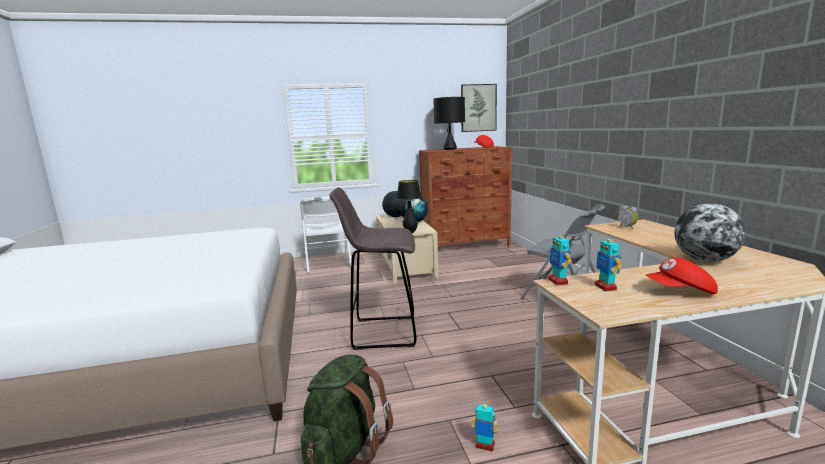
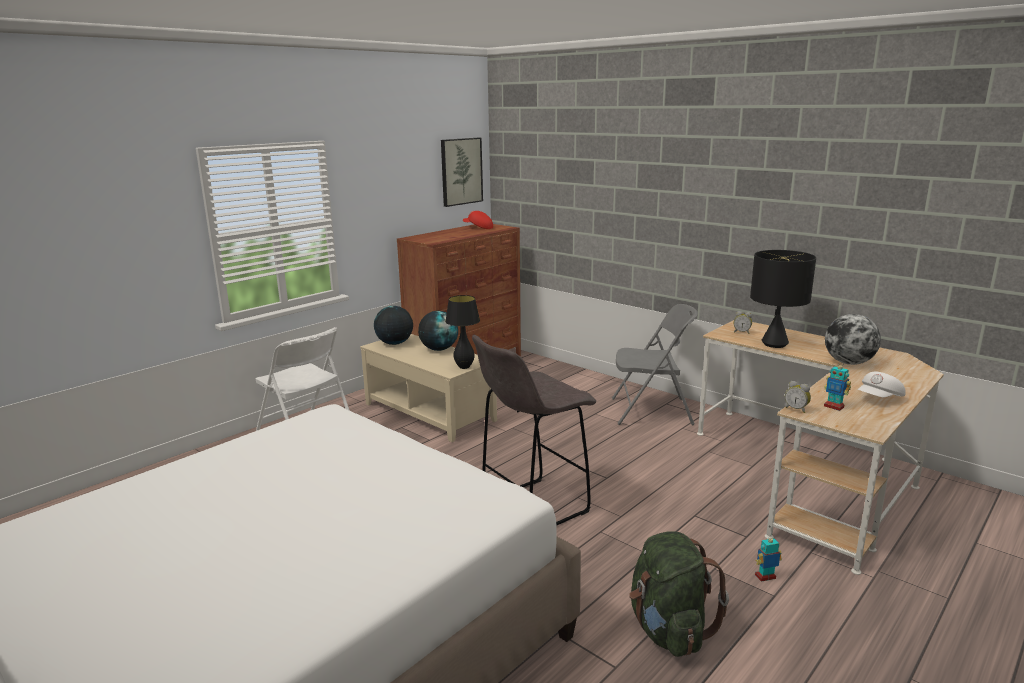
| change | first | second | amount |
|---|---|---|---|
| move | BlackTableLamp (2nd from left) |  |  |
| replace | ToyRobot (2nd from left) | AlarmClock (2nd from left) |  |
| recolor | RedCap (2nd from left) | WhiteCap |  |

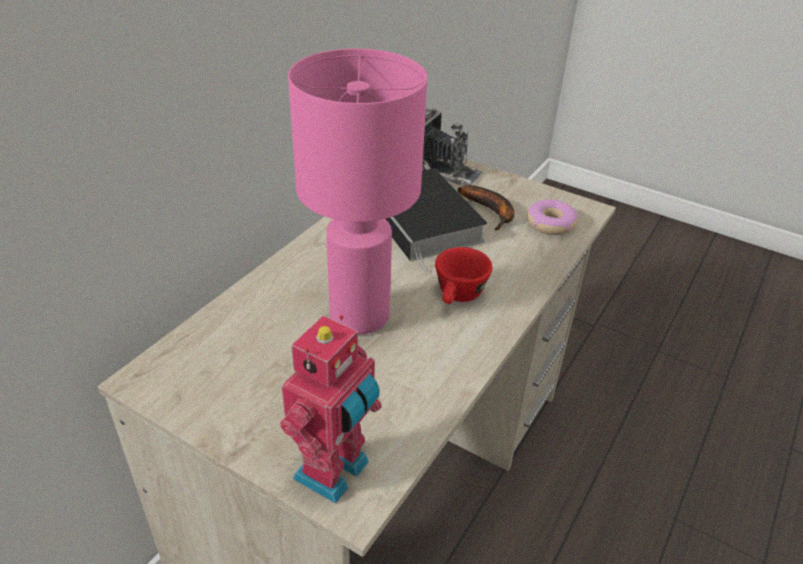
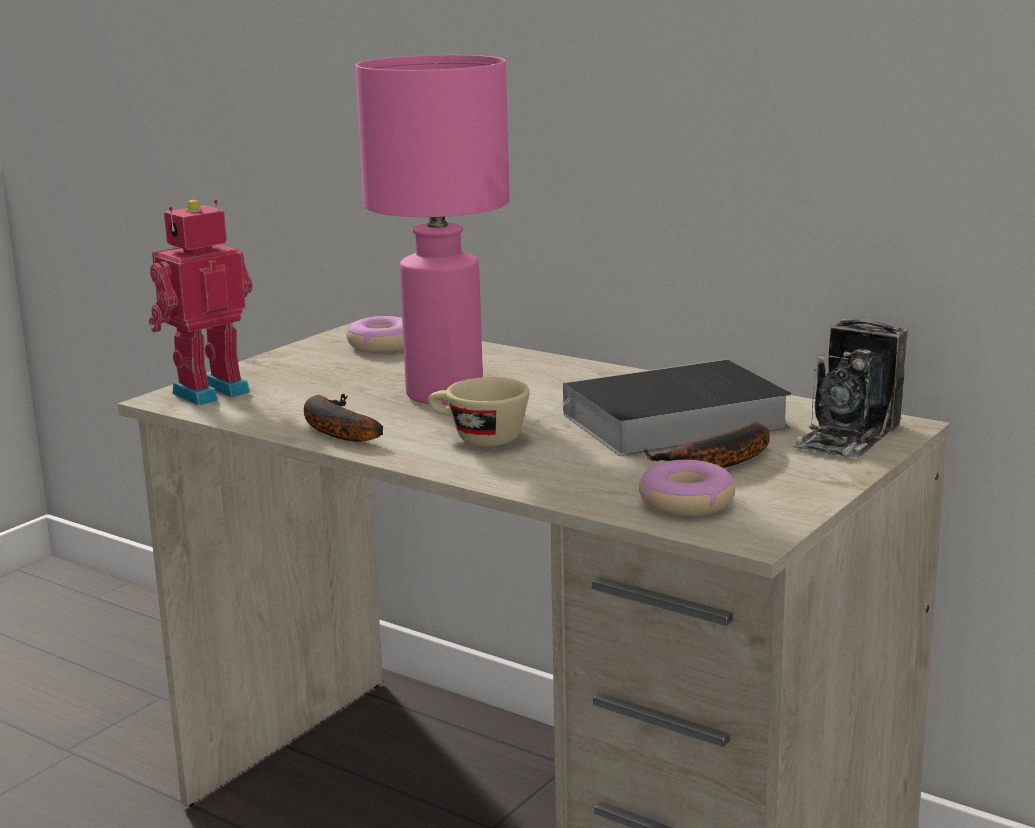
| change | first | second | amount |
|---|---|---|---|
| rotate | ToyRobot |  | 105 degrees clockwise |
| insert |  | Banana (1st from left) |  |
| insert |  | Donut (1st from left) |  |
| recolor | RedCup | BeigeCup |  |

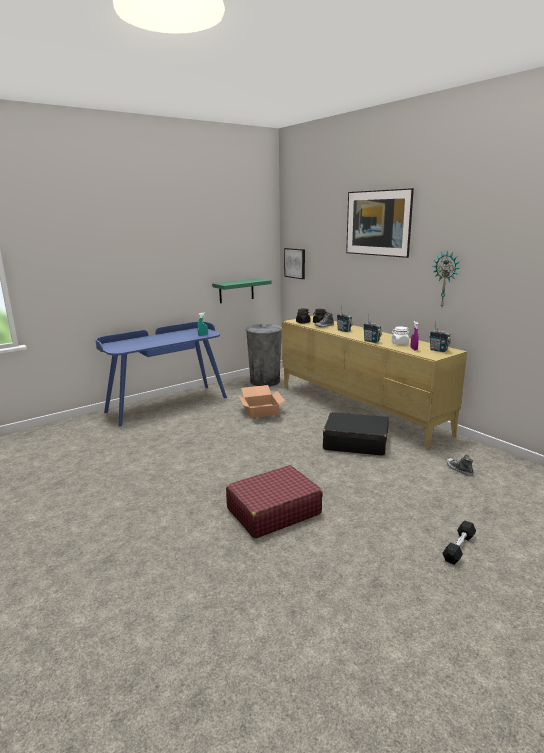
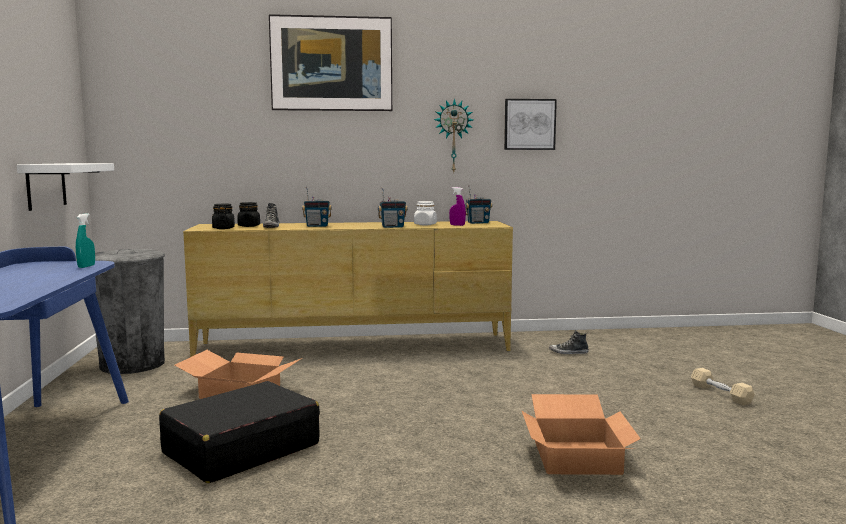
| change | first | second | amount |
|---|---|---|---|
| recolor | GreenShelf | WhiteShelf |  |
| move | BlackSuitcase |  |  |
| move | Picture (1st from left in the first image) | Picture (2nd from left) |  |
| replace | RedSuitcase | CardboardBox (2nd from left) |  |
| recolor | BlackDumbbell | BeigeDumbbell |  |

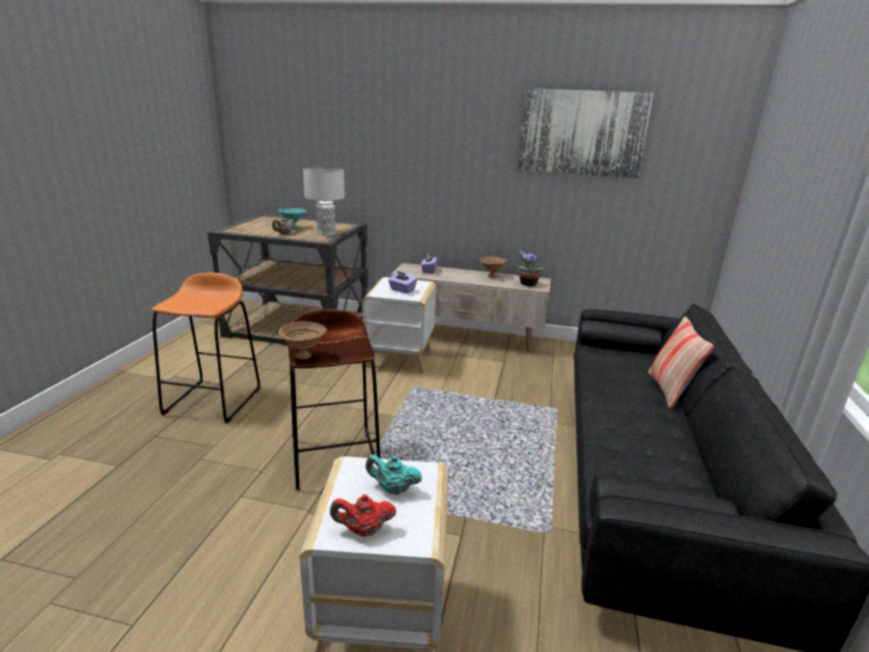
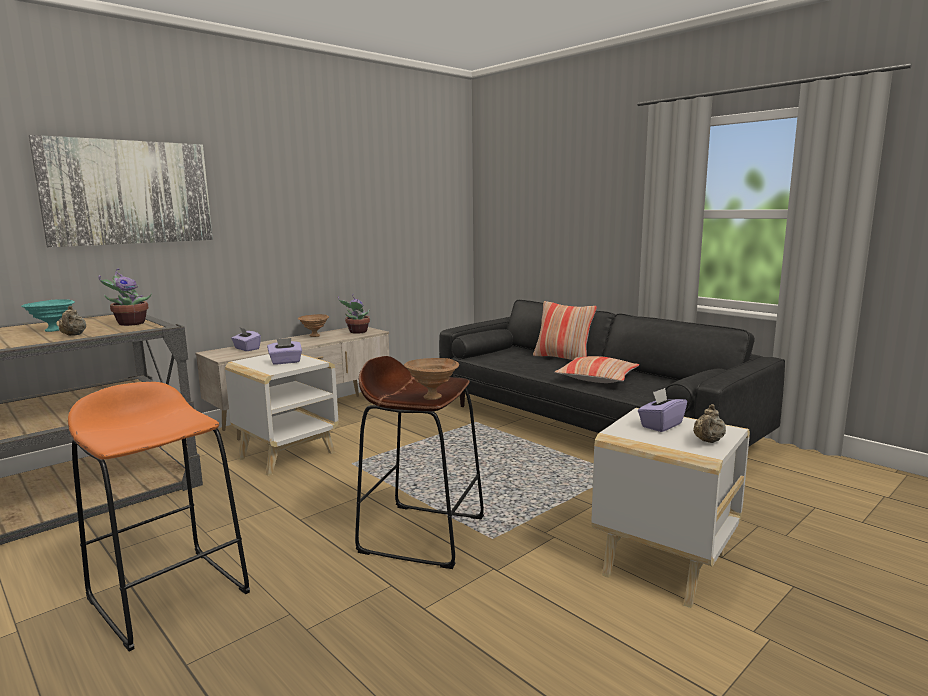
| change | first | second | amount |
|---|---|---|---|
| move | Picture |  |  |
| replace | WhiteTableLamp | PottedPlant (1st from left) |  |
| insert |  | Pillow (2nd from left) |  |
| replace | TurquoiseTeapot | PurpleTissueBox (3rd from left) |  |
| recolor | RedTeapot | BeigeTeapot (2nd from left) |  |

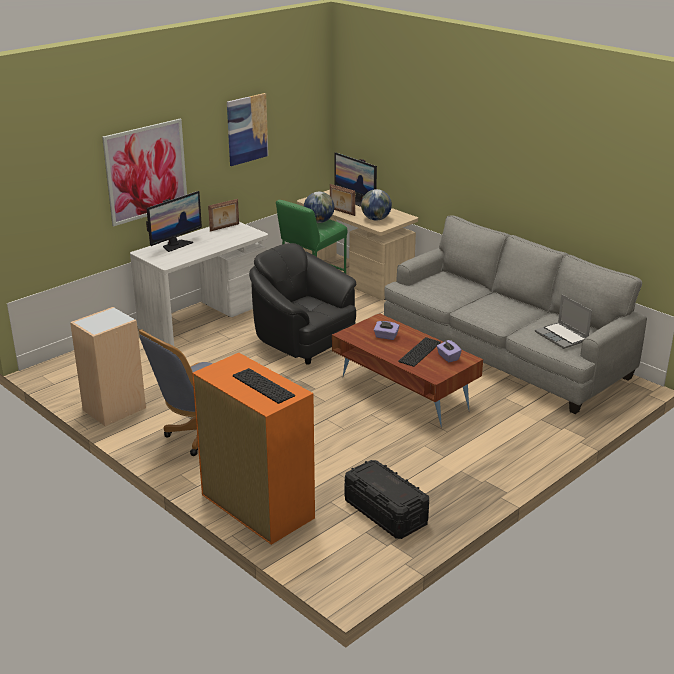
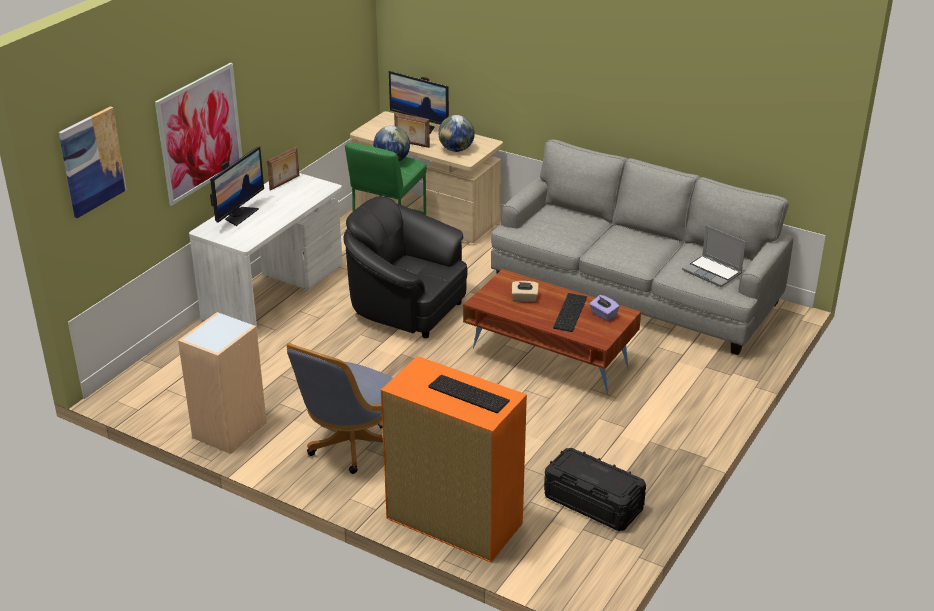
| change | first | second | amount |
|---|---|---|---|
| move | Picture (2nd from left in the first image) | Picture (1st from left) |  |
| recolor | PurpleTissueBox (1st from left) | BeigeTissueBox |  |

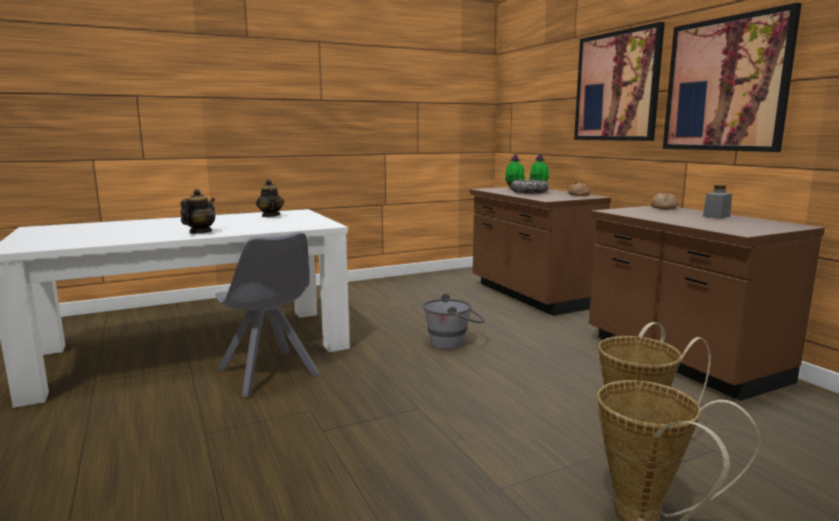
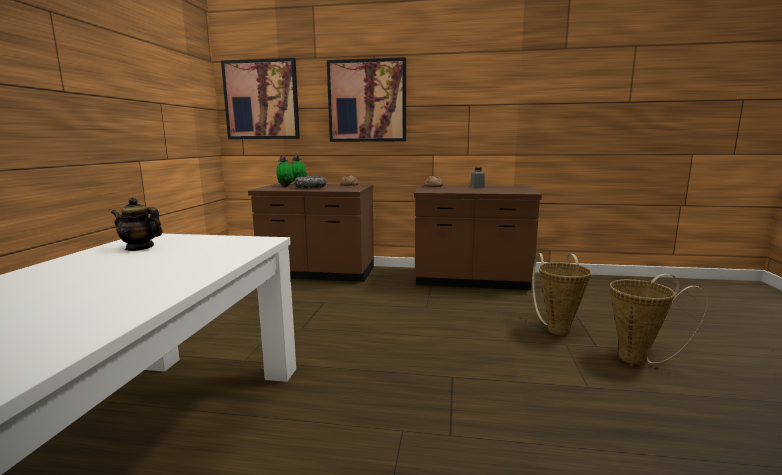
| change | first | second | amount |
|---|---|---|---|
| move | Picture (2nd from left in the first image) | Picture (1st from left) |  |
| delete | Teapot (1st from left) |  |  |
| delete | GreyChair |  |  |
| delete | GreyBucket |  |  |

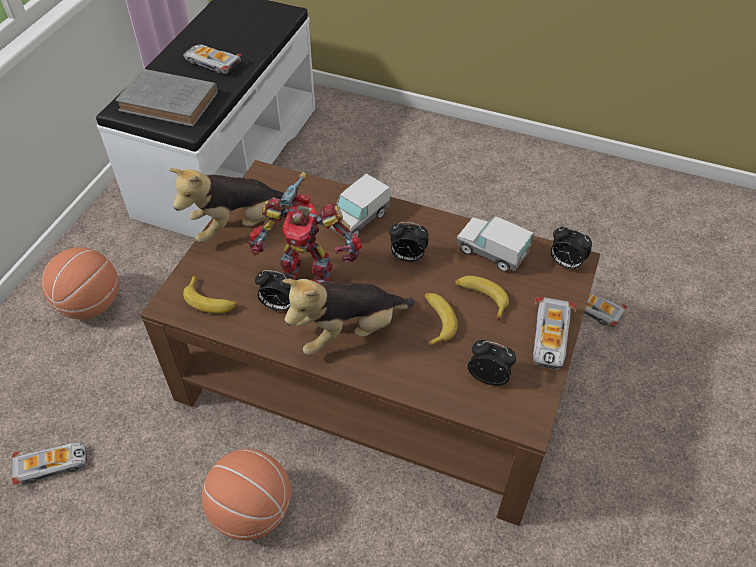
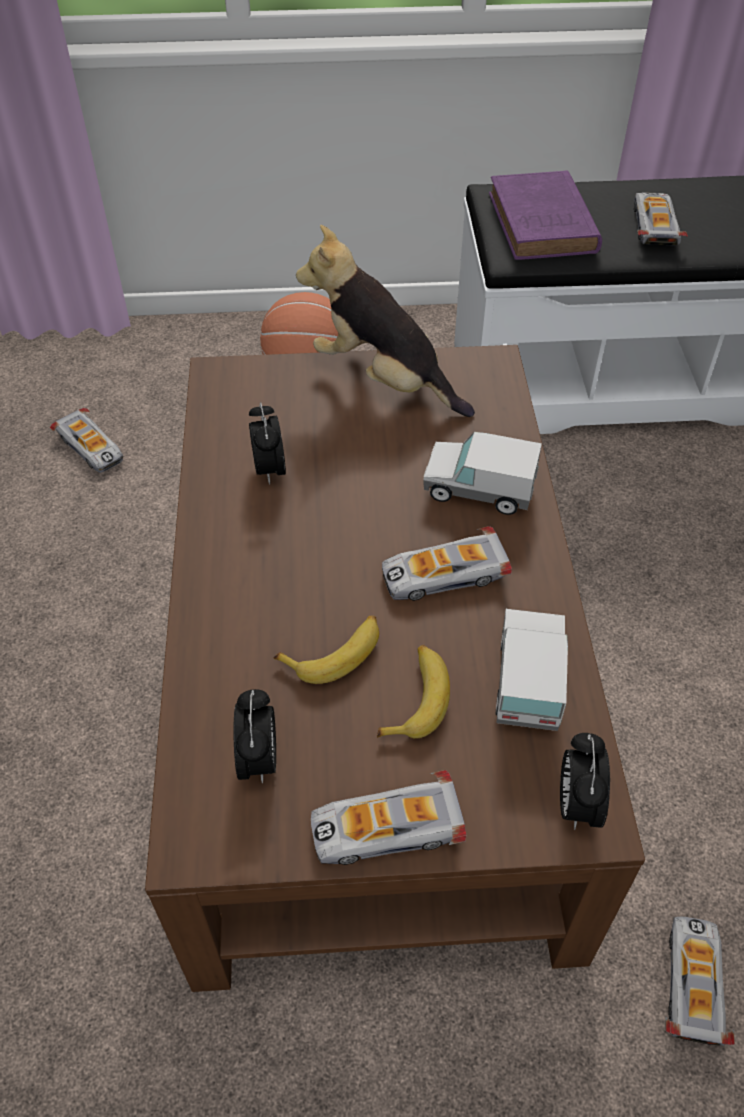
| change | first | second | amount |
|---|---|---|---|
| replace | AlarmClock (2nd from left) | ToyCar (3rd from left) |  |
| recolor | GreyBook | PurpleBook |  |
| delete | Banana (1st from left) |  |  |
| delete | Basketball (2nd from left) |  |  |
| delete | ToyRobot |  |  |
| delete | PlushToy (2nd from left) |  |  |

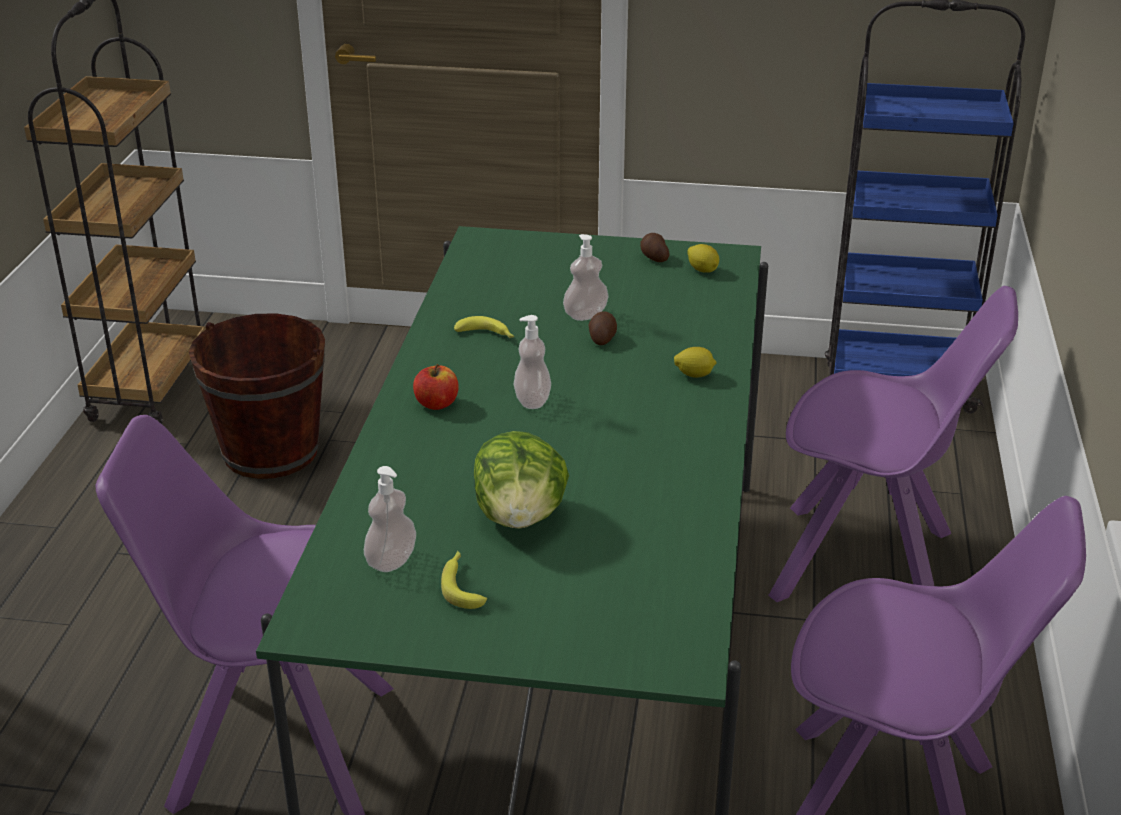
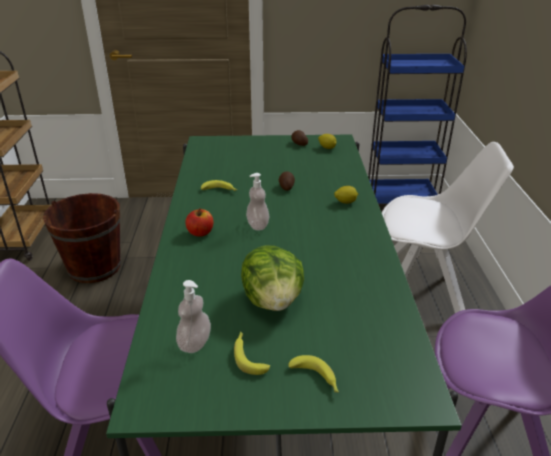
| change | first | second | amount |
|---|---|---|---|
| insert |  | Banana (3rd from left) |  |
| recolor | PurpleChair (2nd from left) | WhiteChair |  |
| delete | SoapDispenser (3rd from left) |  |  |

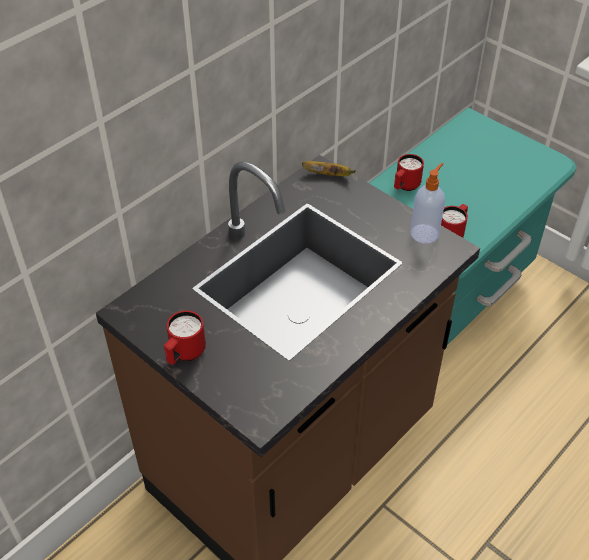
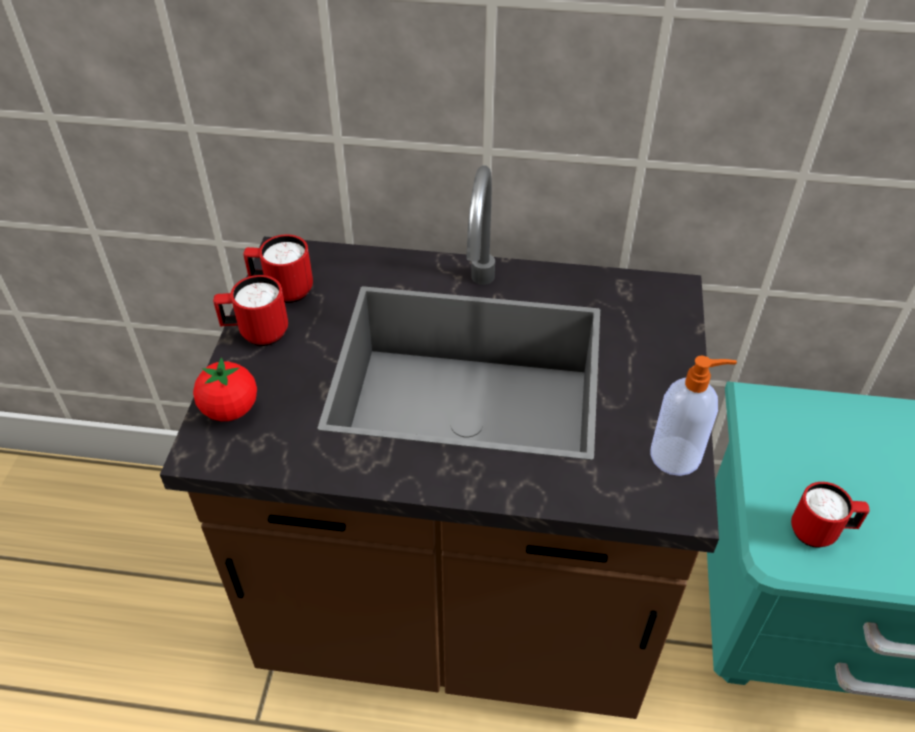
| change | first | second | amount |
|---|---|---|---|
| insert |  | Tomato |  |
| move | RedMug (2nd from left) |  |  |
| delete | Banana |  |  |

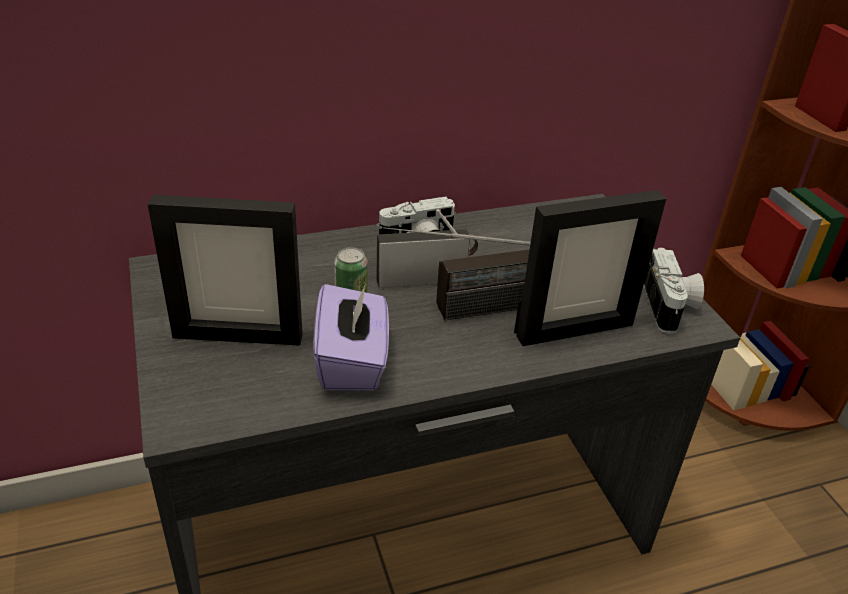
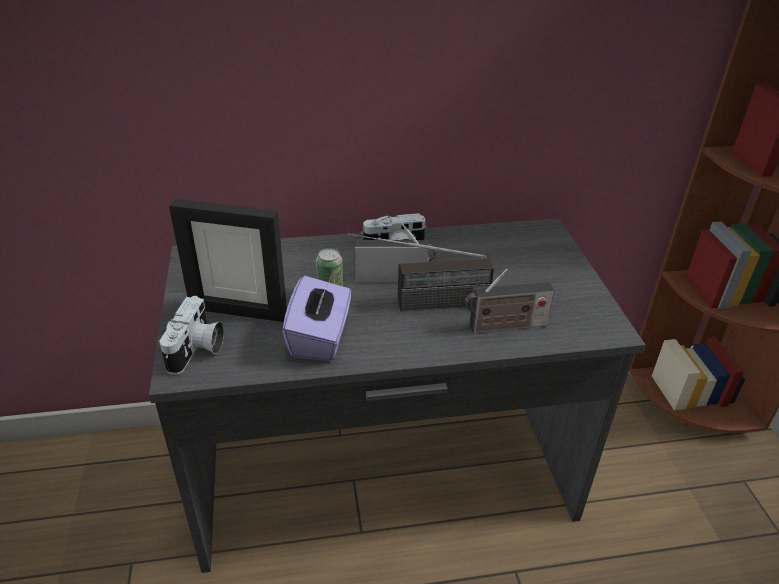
| change | first | second | amount |
|---|---|---|---|
| move | PhotoCamera (2nd from left in the first image) | PhotoCamera (1st from left) |  |
| replace | PictureFrame (2nd from left) | Radio (3rd from left) |  |

